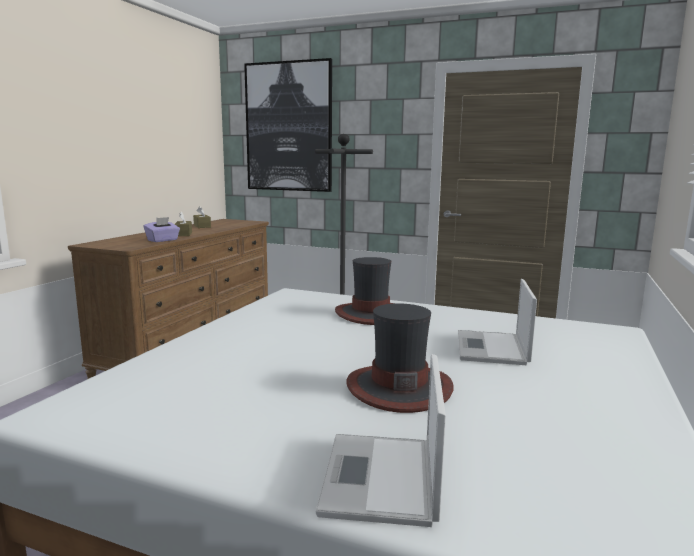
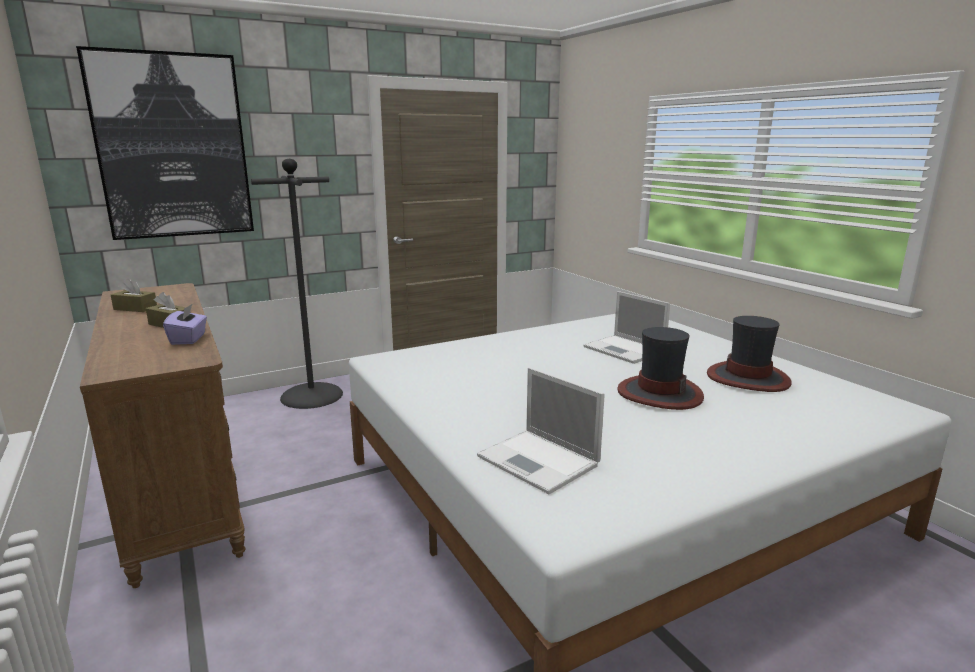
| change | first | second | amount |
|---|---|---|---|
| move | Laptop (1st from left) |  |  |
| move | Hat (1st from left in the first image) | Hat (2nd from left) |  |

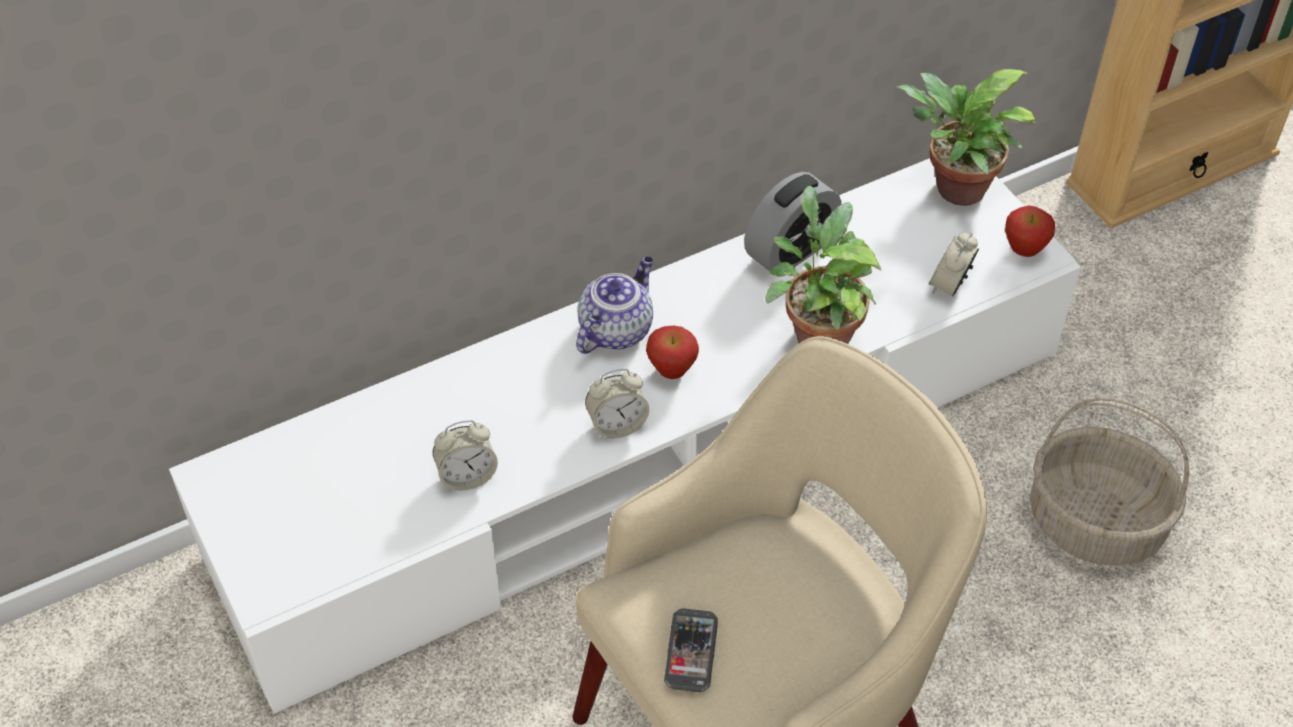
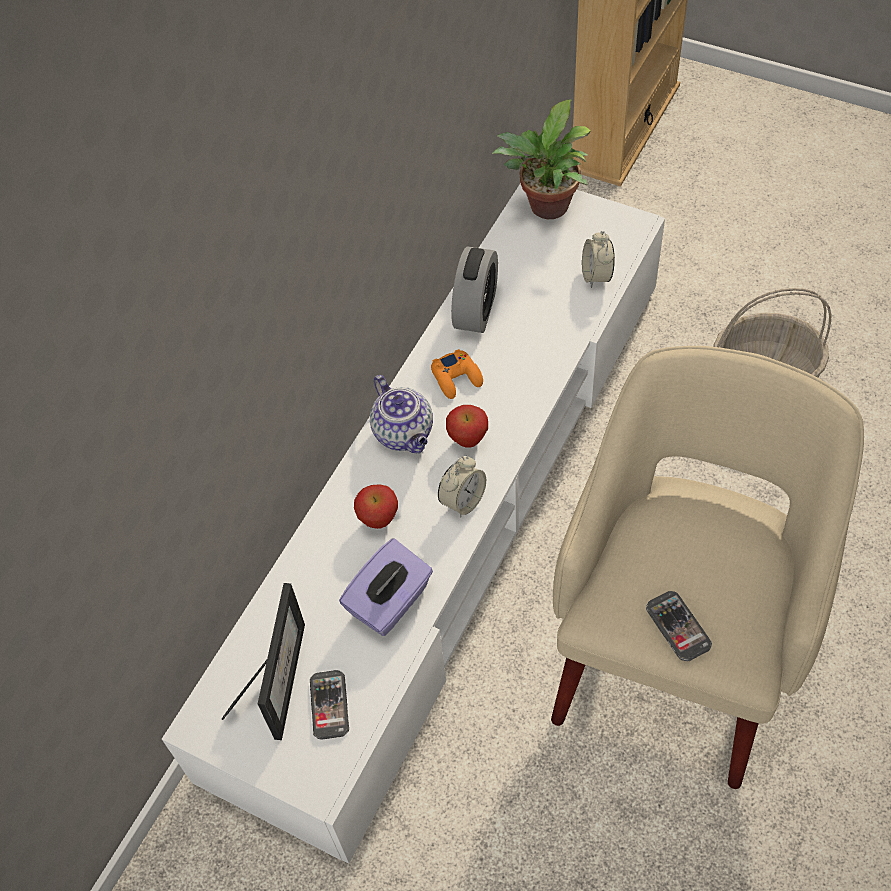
| change | first | second | amount |
|---|---|---|---|
| insert |  | PictureFrame |  |
| insert |  | Phone (1st from left) |  |
| replace | AlarmClock (1st from left) | PurpleTissueBox |  |
| move | Apple (2nd from left in the first image) | Apple (1st from left) |  |
| rotate | Teapot |  | 150 degrees clockwise |
| insert |  | OrangeGameController |  |
| delete | PottedPlant (1st from left) |  |  |

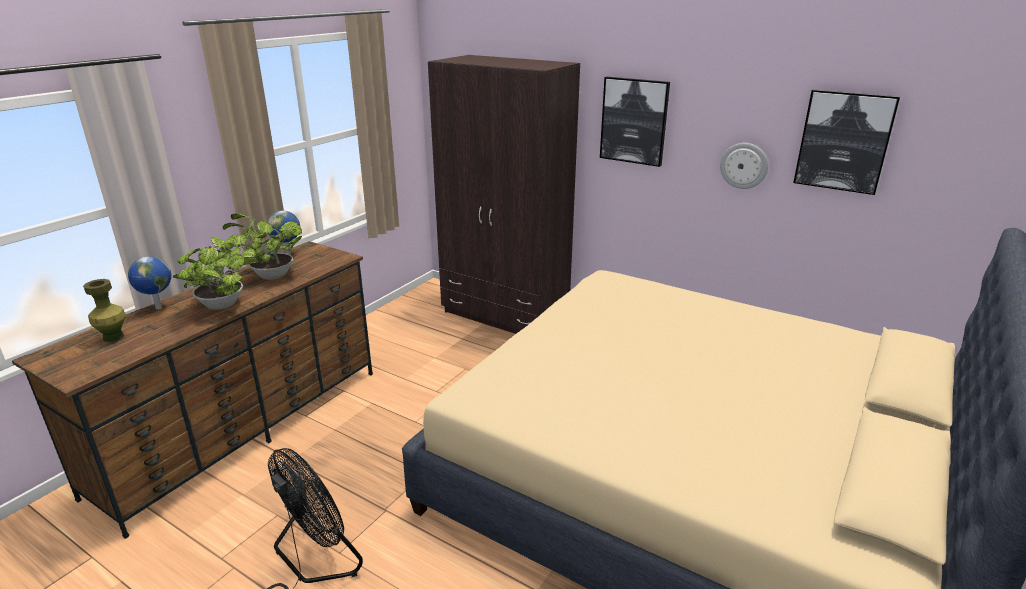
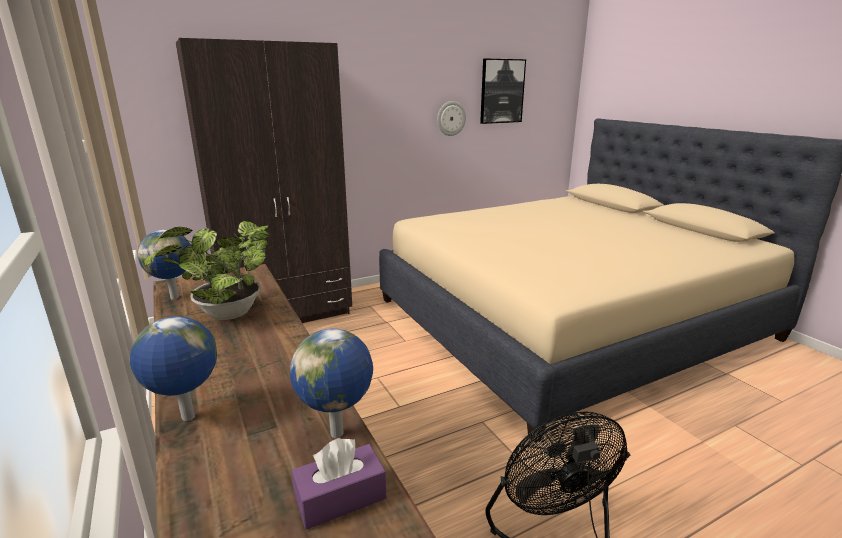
| change | first | second | amount |
|---|---|---|---|
| insert |  | Globe (3rd from left) |  |
| insert |  | PurpleTissueBox |  |
| delete | GreenVase |  |  |
| delete | PottedPlant (1st from left) |  |  |
| delete | Picture (1st from left) |  |  |

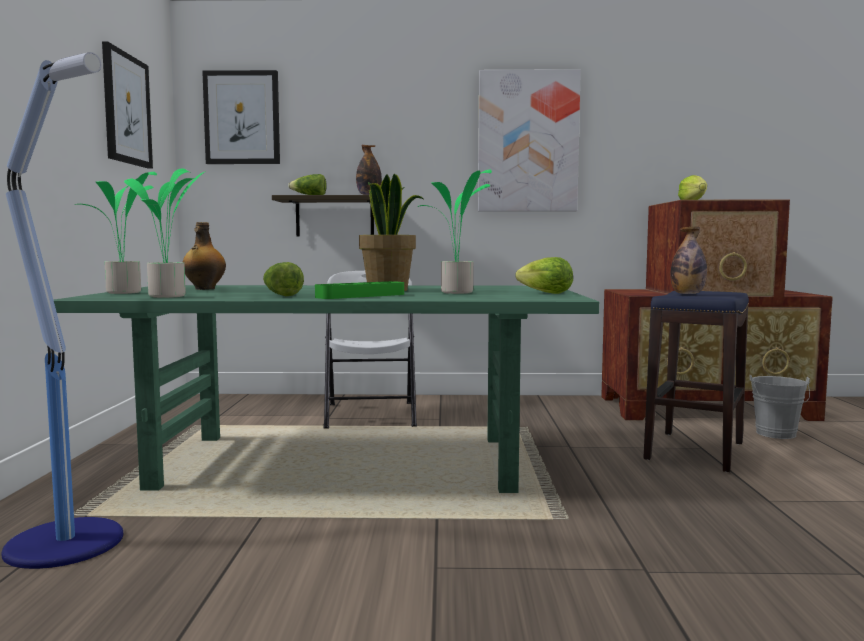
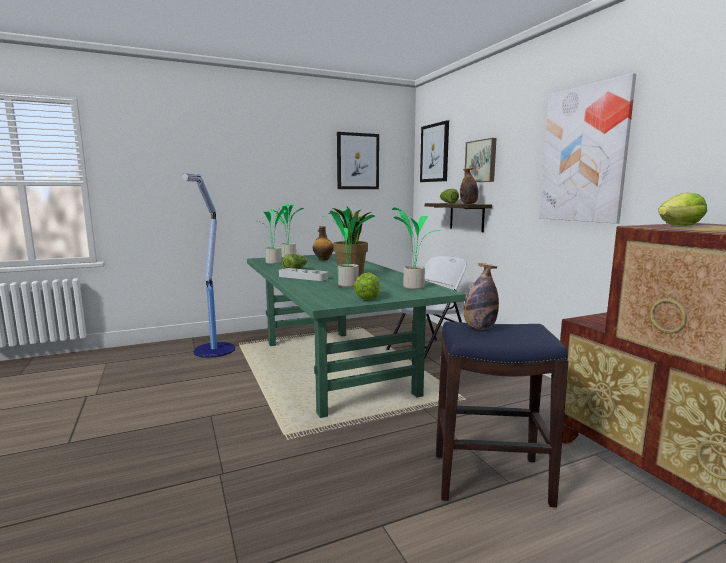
| change | first | second | amount |
|---|---|---|---|
| recolor | GreenTray | GreyTray |  |
| insert |  | PottedPlant (5th from left) |  |
| insert |  | Picture (3rd from left) |  |
| delete | GreyBucket |  |  |

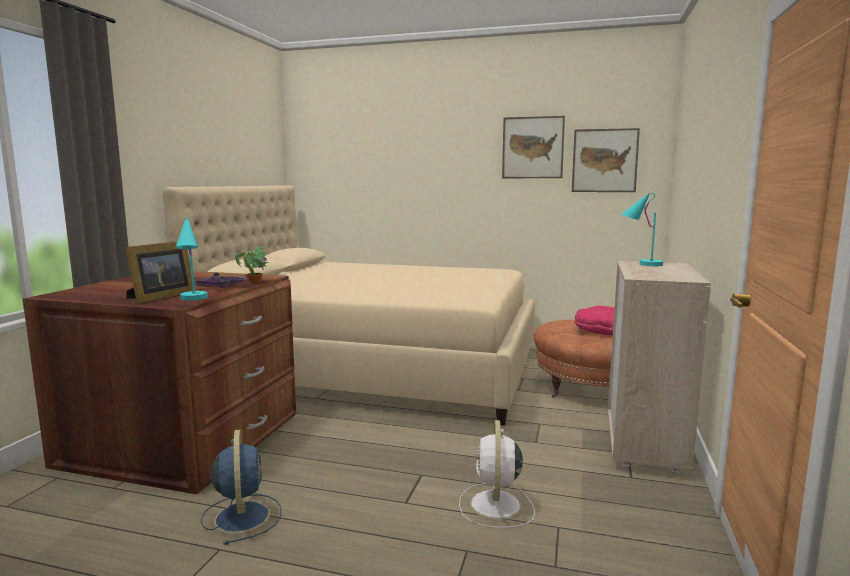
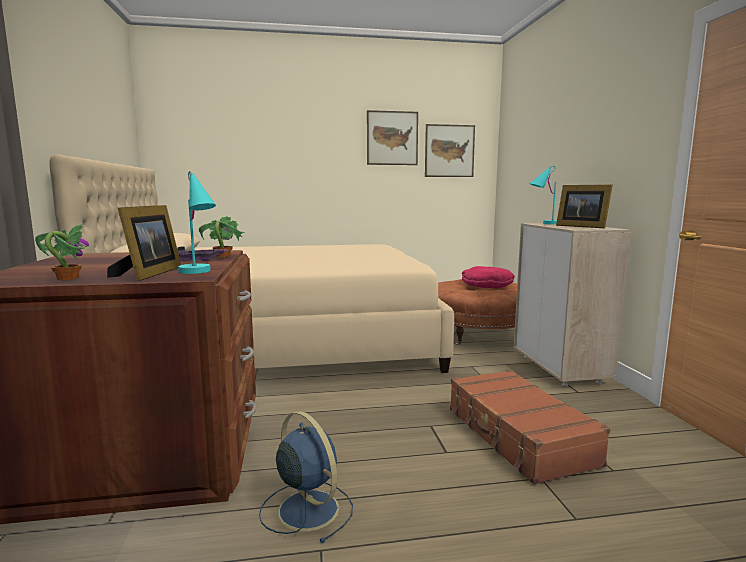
| change | first | second | amount |
|---|---|---|---|
| insert |  | PottedPlant (1st from left) |  |
| replace | WhiteFan | BrownSuitcase |  |
| insert |  | PictureFrame (2nd from left) |  |

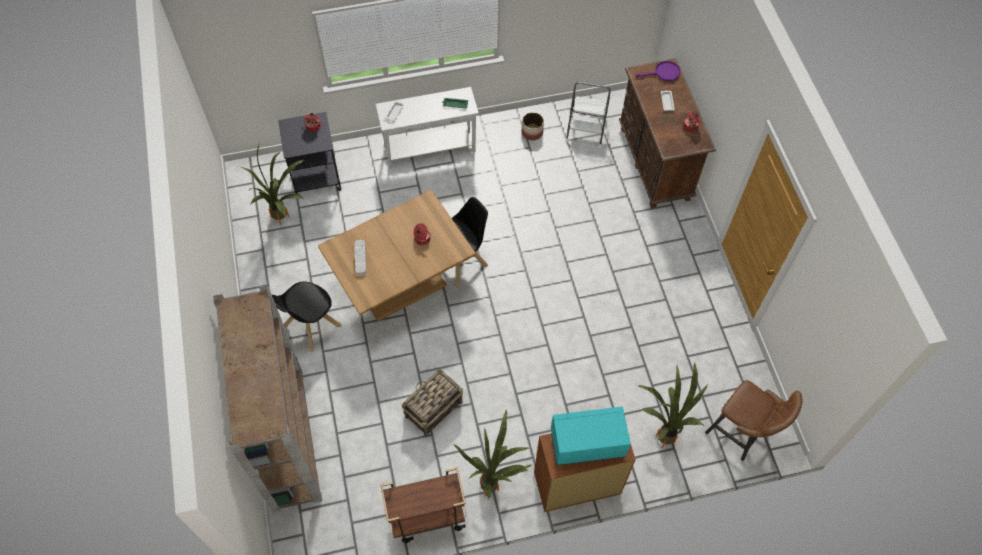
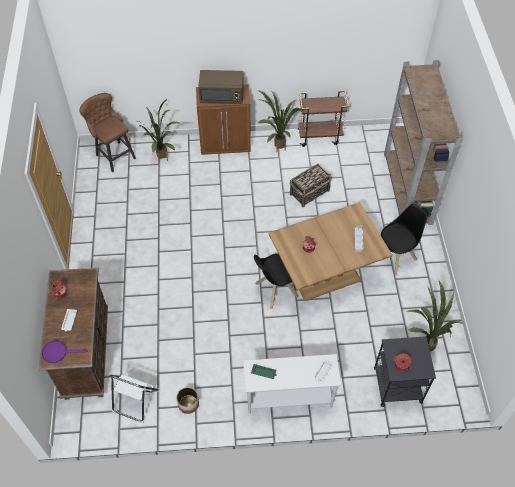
| change | first | second | amount |
|---|---|---|---|
| recolor | TurquoiseMicrowave | BrownMicrowave |  |

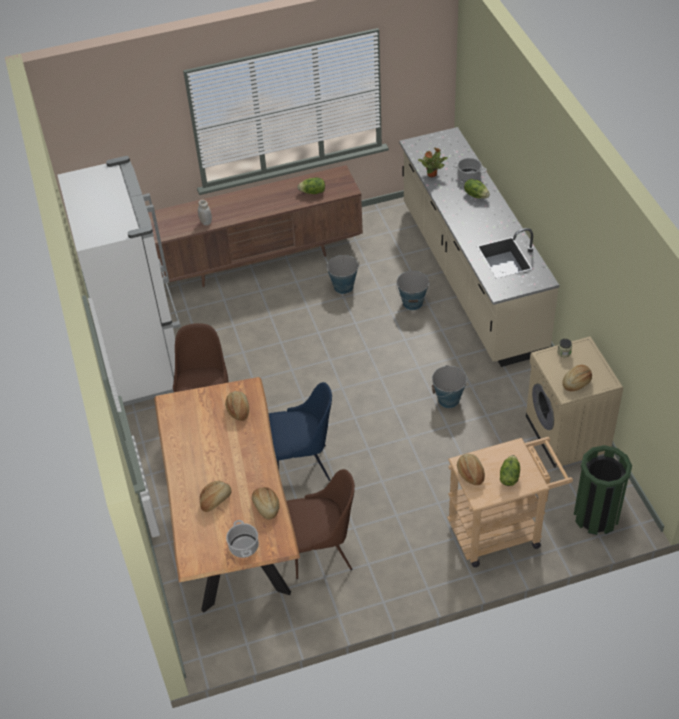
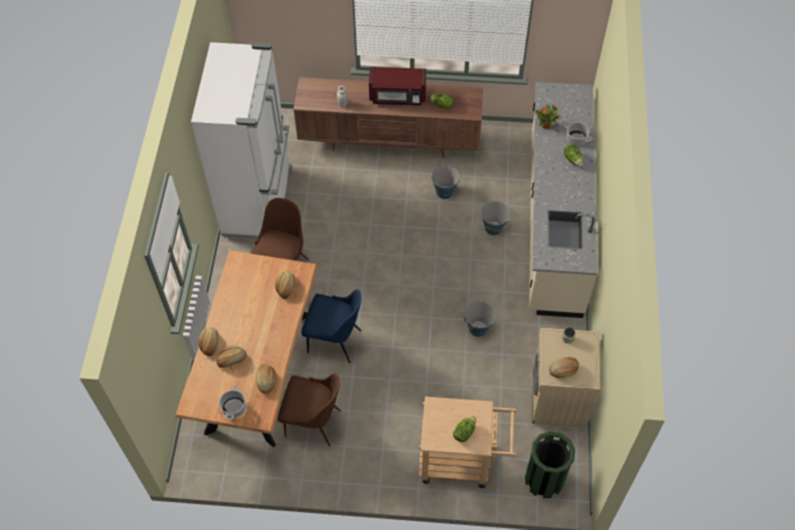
| change | first | second | amount |
|---|---|---|---|
| move | Bread (4th from left in the first image) | Bread (1st from left) |  |
| insert |  | RedMicrowave |  |

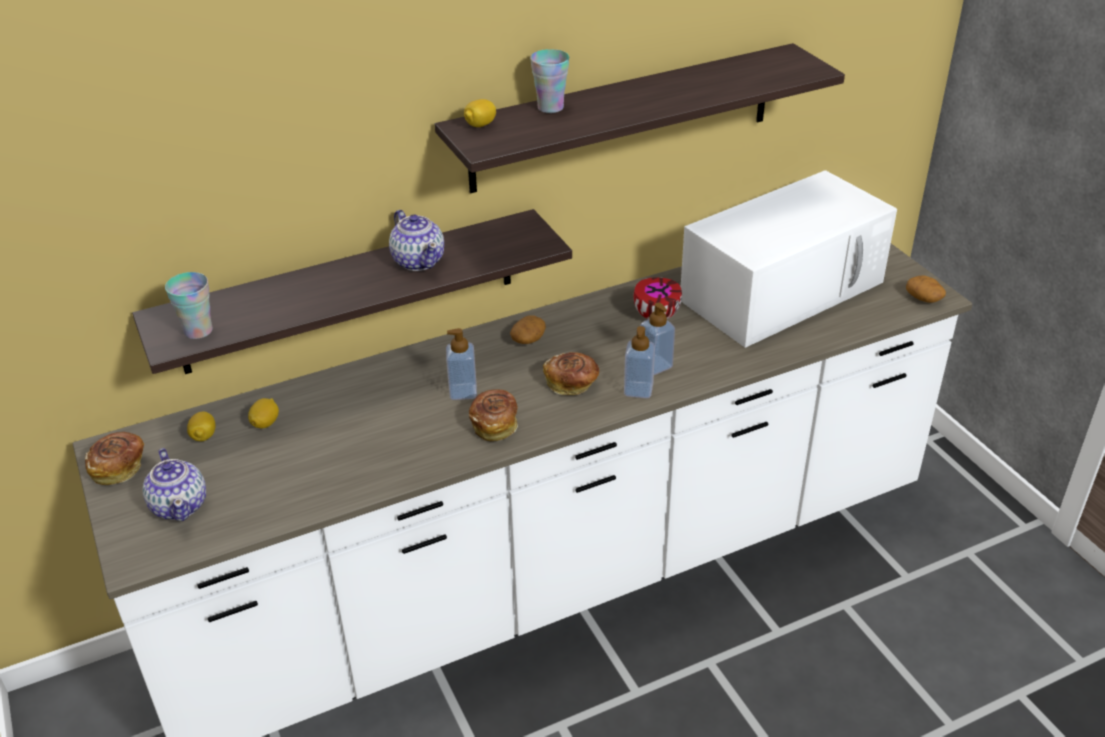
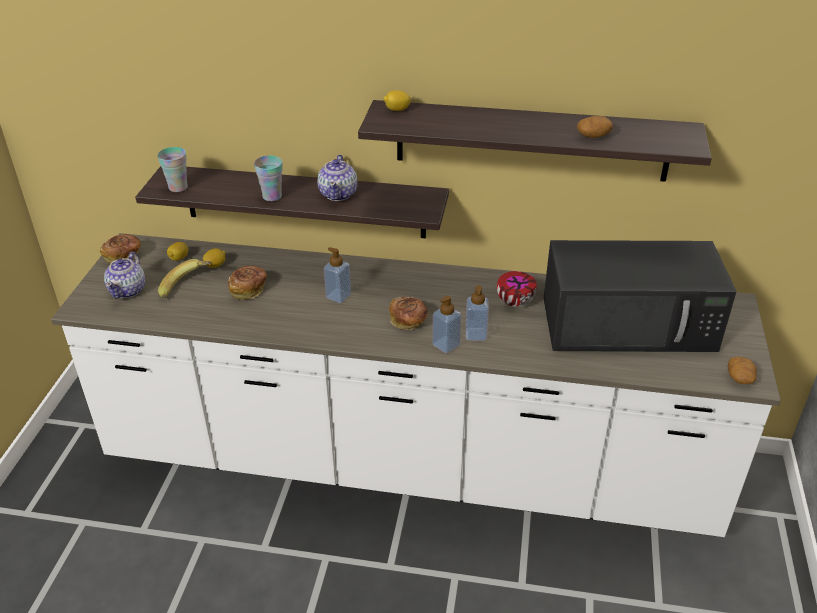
| change | first | second | amount |
|---|---|---|---|
| insert |  | Banana |  |
| move | Bread (2nd from left) |  |  |
| move | Cup (2nd from left) |  |  |
| recolor | WhiteMicrowave | BlackMicrowave |  |
| move | Potato (1st from left) |  |  |

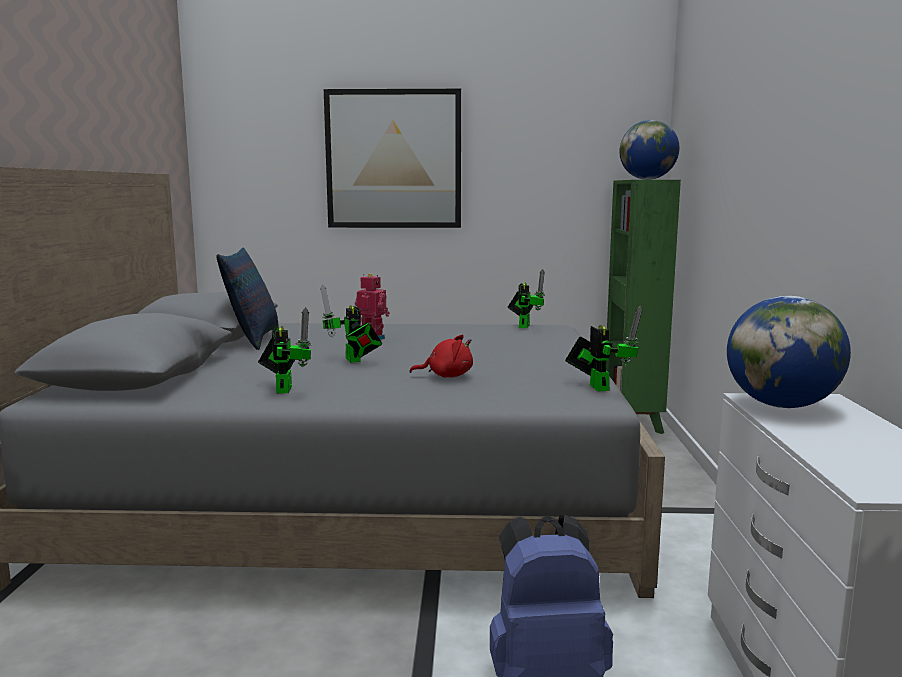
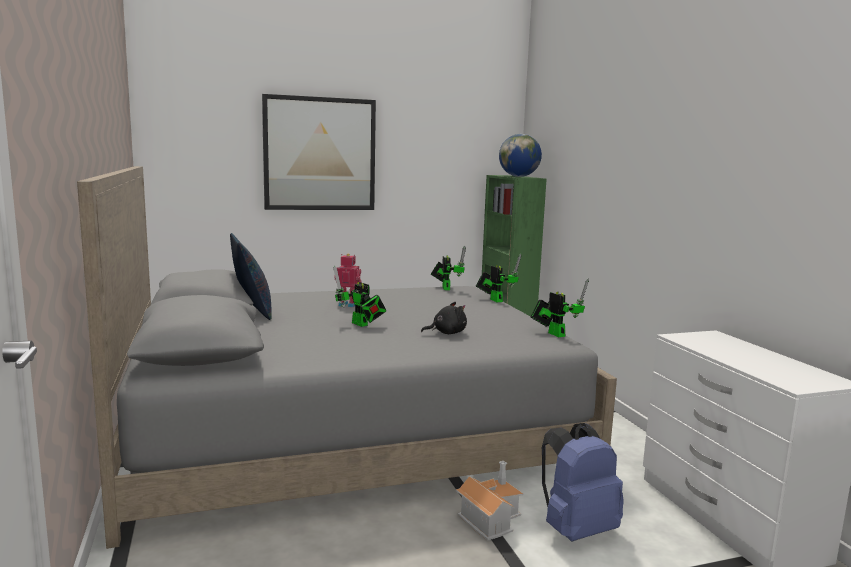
| change | first | second | amount |
|---|---|---|---|
| recolor | RedPlushToy | BlackPlushToy |  |
| insert |  | ToyHouse |  |
| move | ToyRobot (1st from left in the first image) | ToyRobot (4th from left) |  |
| delete | Globe (2nd from left) |  |  |

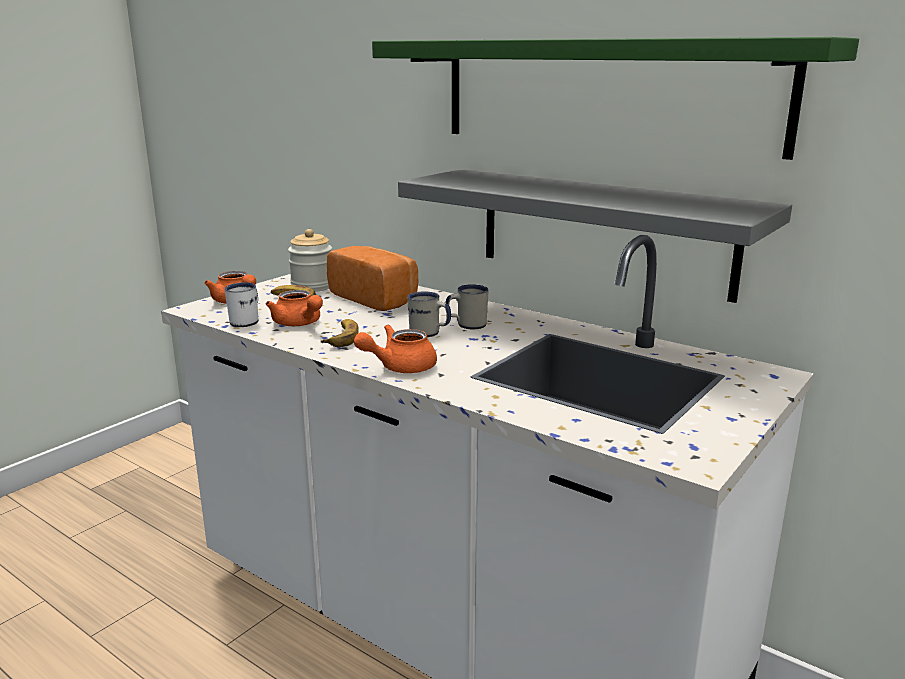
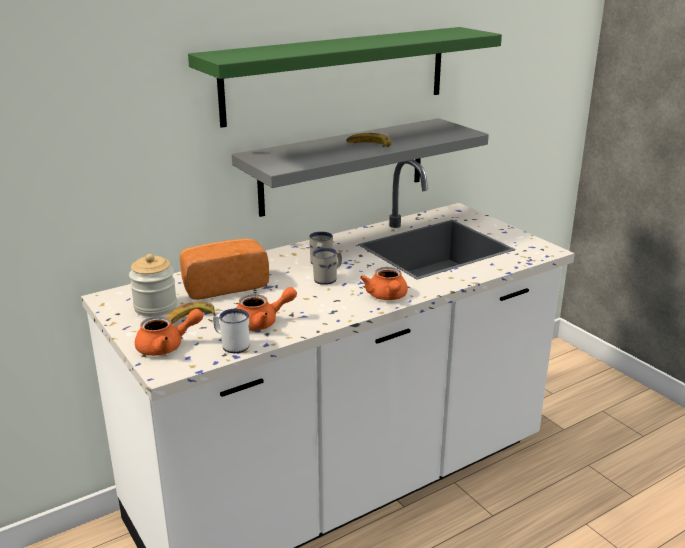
| change | first | second | amount |
|---|---|---|---|
| move | Banana (2nd from left) |  |  |

